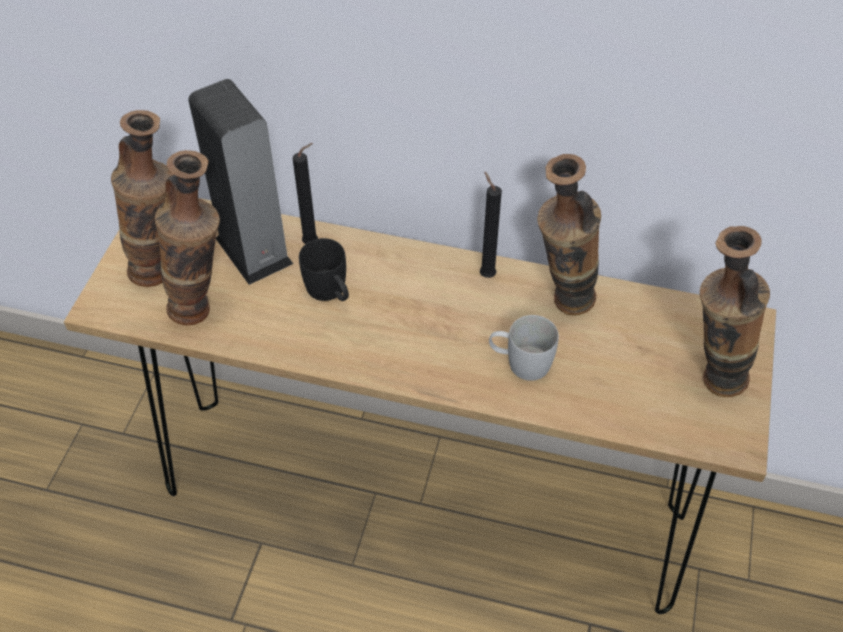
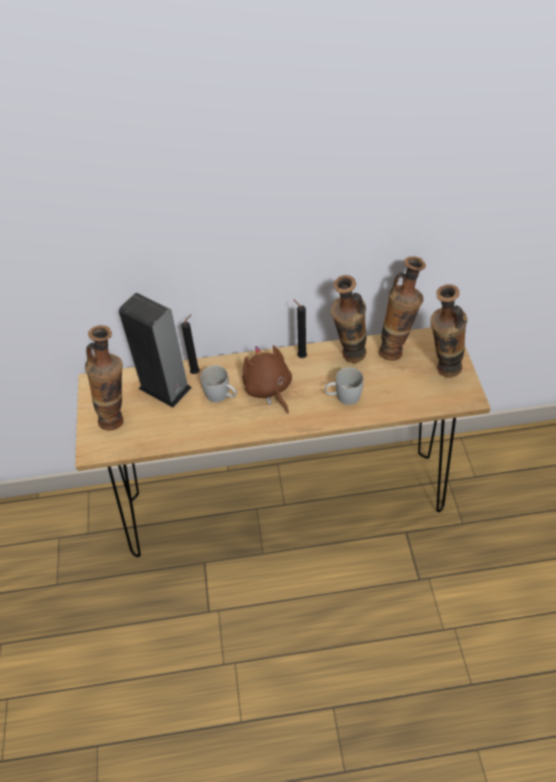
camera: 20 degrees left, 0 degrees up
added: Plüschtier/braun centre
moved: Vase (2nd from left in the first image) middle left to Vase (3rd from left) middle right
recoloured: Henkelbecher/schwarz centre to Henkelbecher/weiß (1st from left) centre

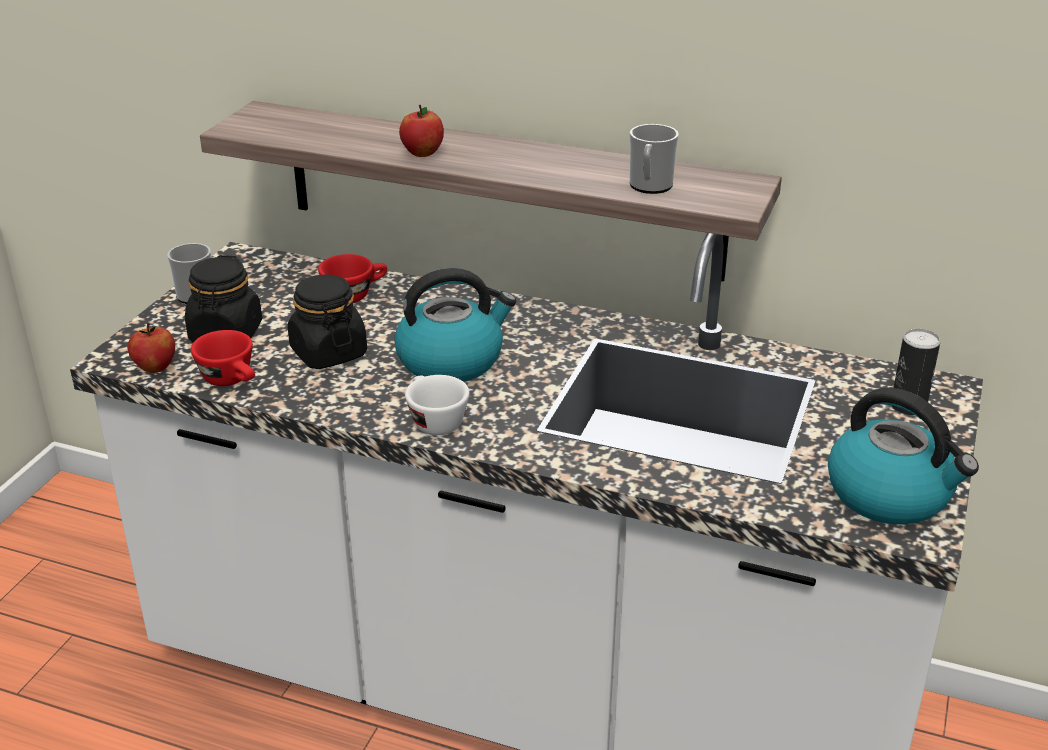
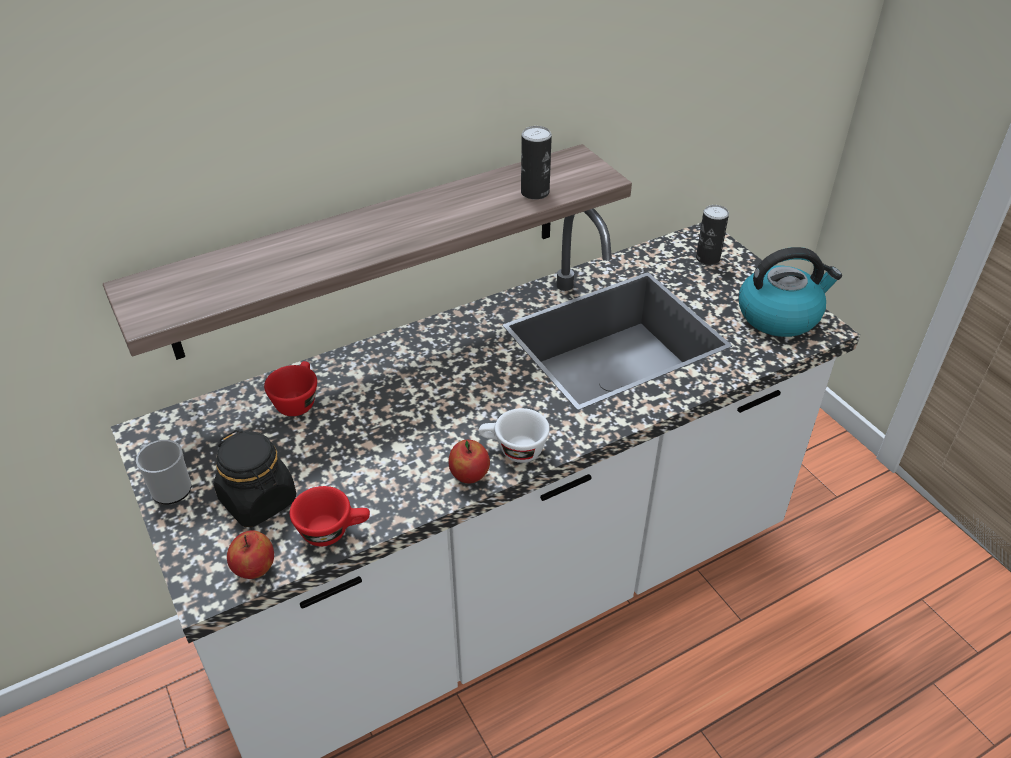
camera: 50 degrees left, 10 degrees up
removed: Vorratsglas/schwarz (2nd from left) middle left; Wasserkessel (1st from left) centre
moved: Apfel (2nd from left) top centre to centre
replaced: Henkelbecher (2nd from left) top centre to Dose (1st from left) top centre

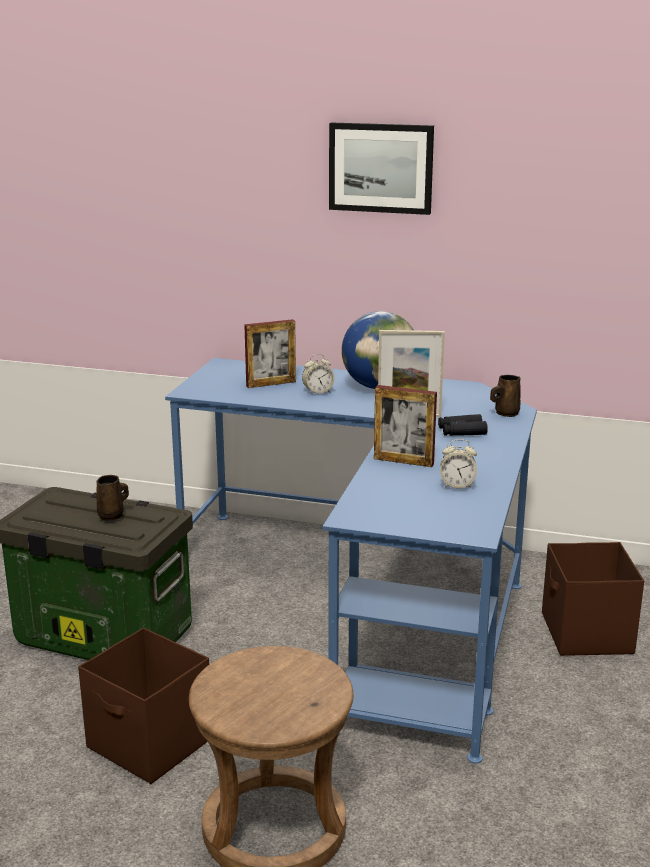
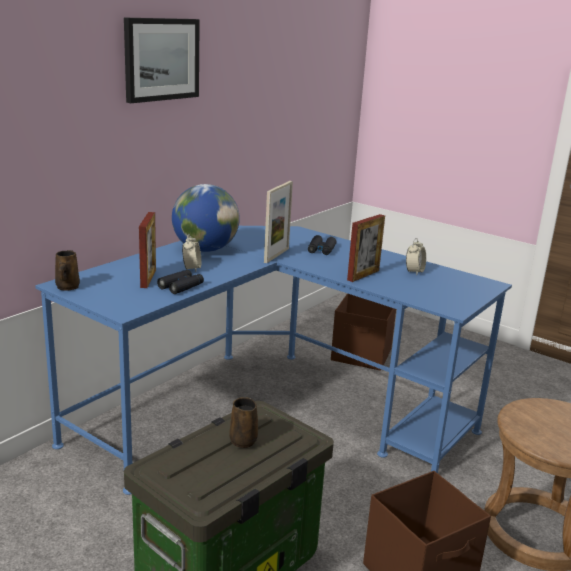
camera: 70 degrees left, 0 degrees up
added: Fernglas/schwarz (1st from left) middle left
moved: Henkelbecher/braun (2nd from left in the first image) middle right to Henkelbecher/braun (1st from left) middle left

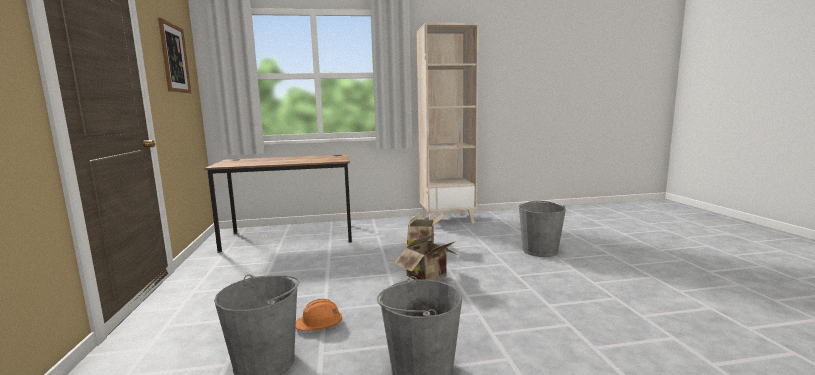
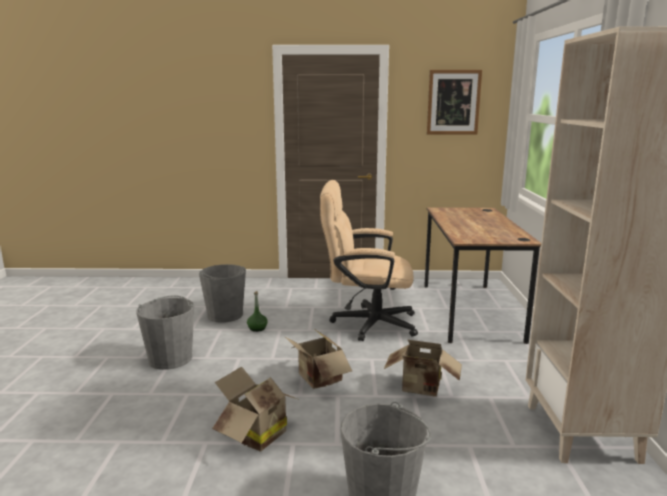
camera: 100 degrees right, 5 degrees up
added: Karton (1st from left) bottom centre; Bürostuhl/beige centre
replaced: Schutzhelm/orange bottom centre to Flasche/grün centre

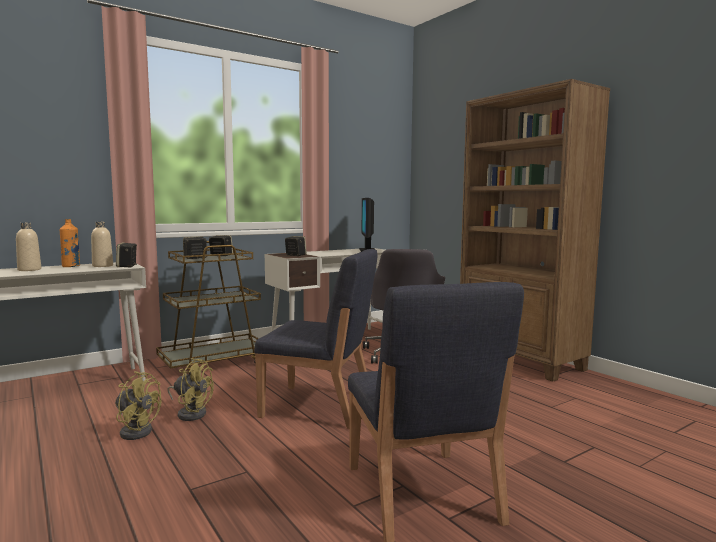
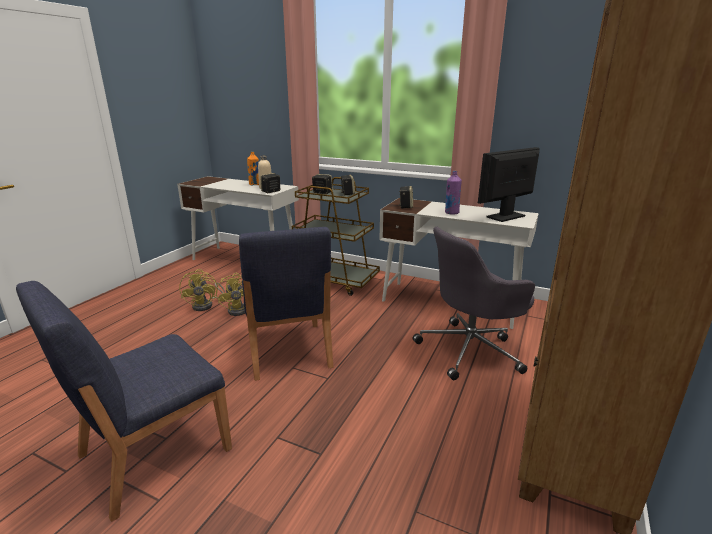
camera: 60 degrees right, 15 degrees up
removed: Flasche/beige (1st from left) middle left
added: Flasche/lila centre

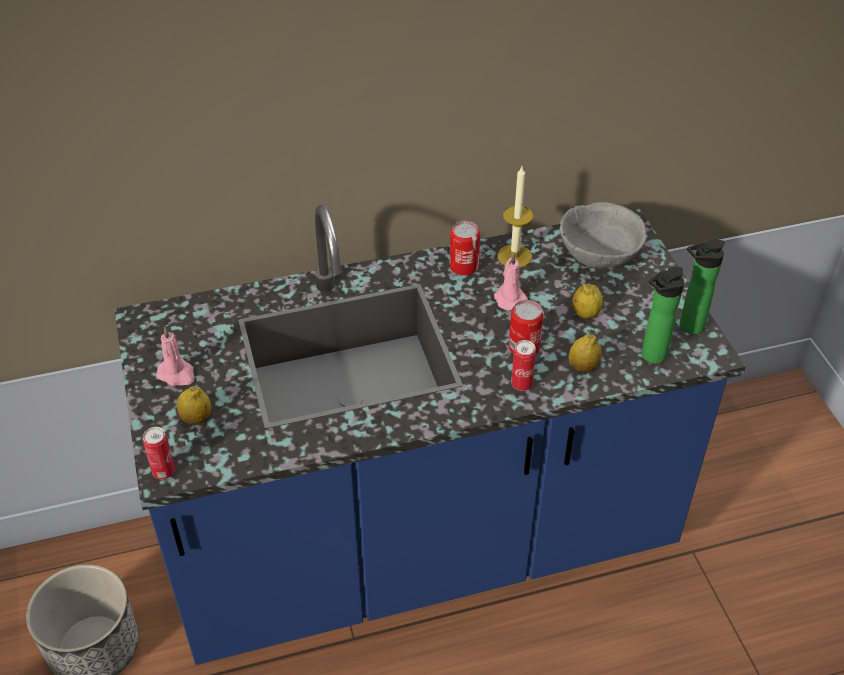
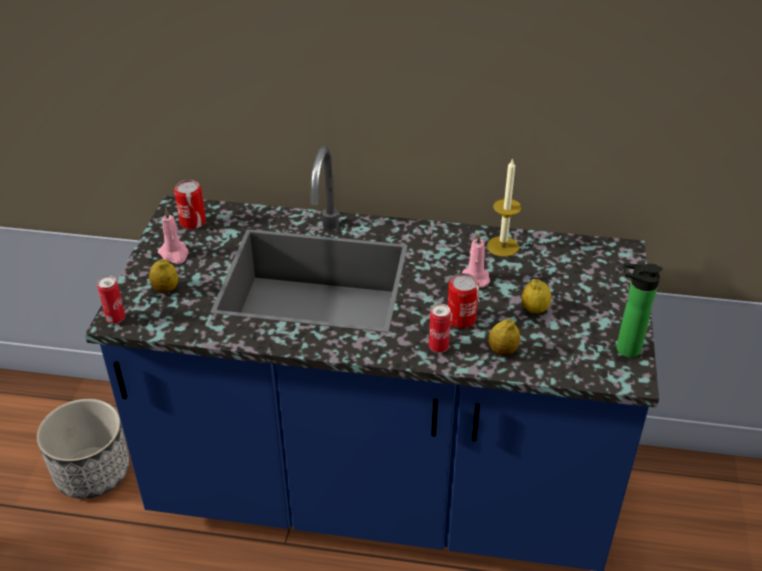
camera: 25 degrees right, 5 degrees down
removed: Schüssel/grau middle right; Flasche (1st from left) middle right
moved: Dose (2nd from left) centre to middle left

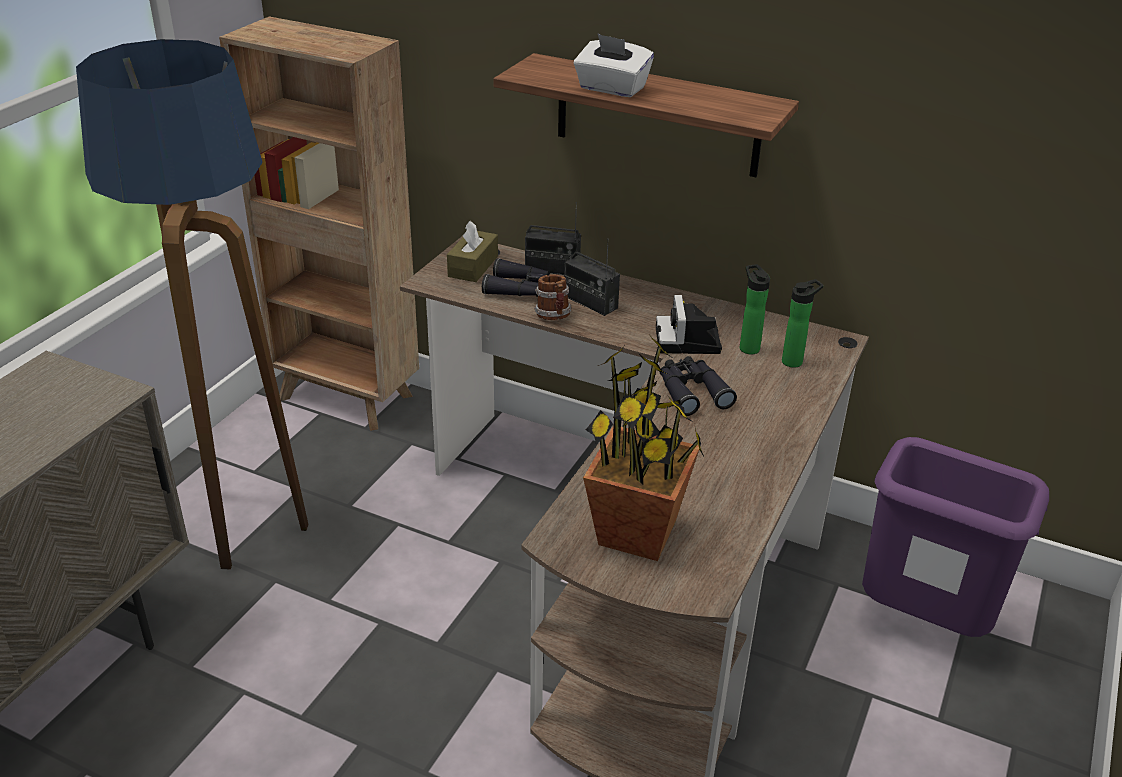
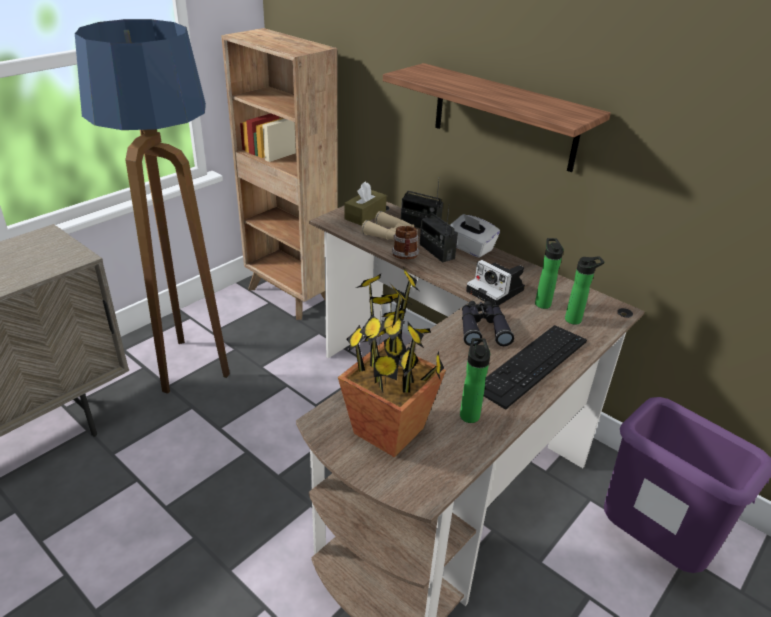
camera: 15 degrees right, 0 degrees up
added: Flasche (1st from left) centre; Tastatur middle right
moved: Taschentuchbox/weiß top centre to centre
recoloured: Fernglas/schwarz (1st from left) centre to Fernglas/beige centre
turned: Kamera centre = centre 60 degrees counterclockwise

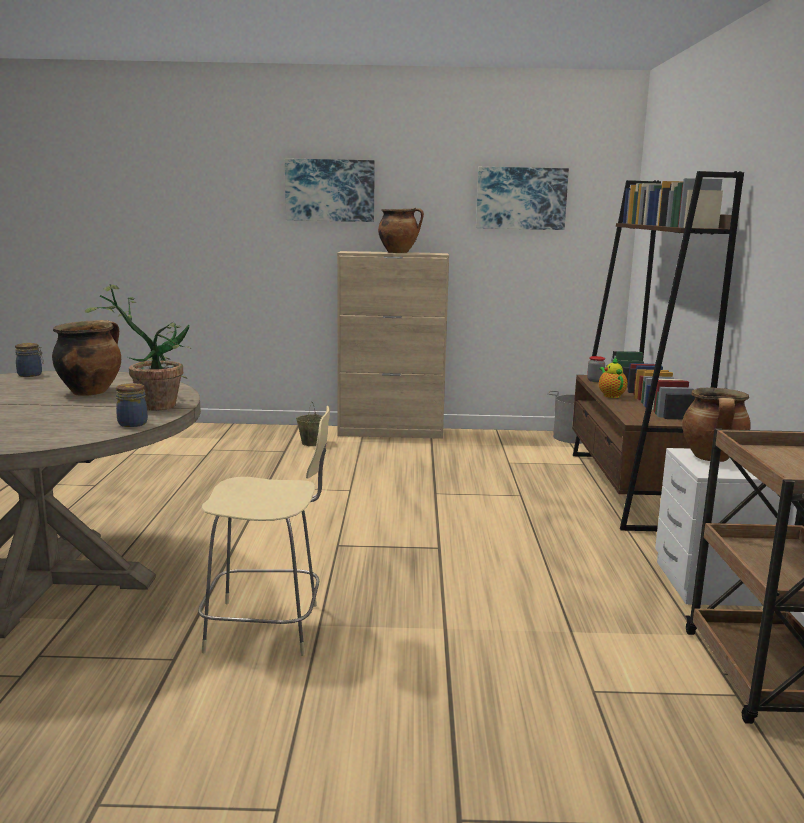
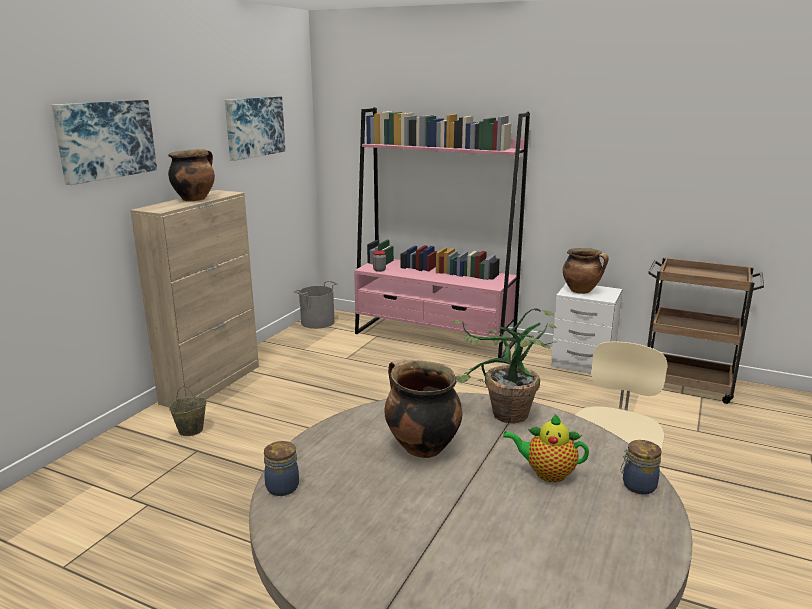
camera: 65 degrees left, 5 degrees up
moved: Vorratsglas (2nd from left in the first image) middle left to Vorratsglas (3rd from left) bottom right; Teekanne middle right to bottom right
recoloured: Bücherregal/braun middle right to Bücherregal/rosa centre

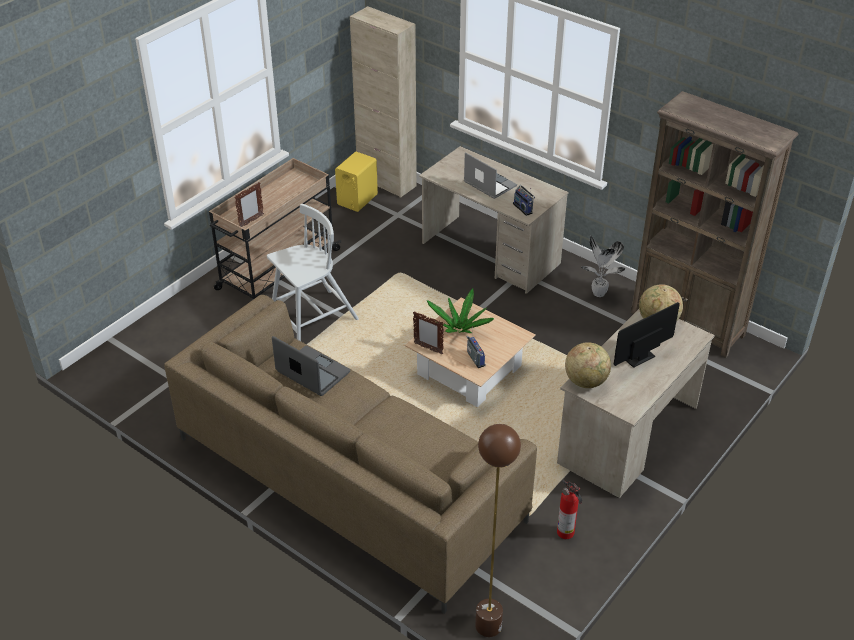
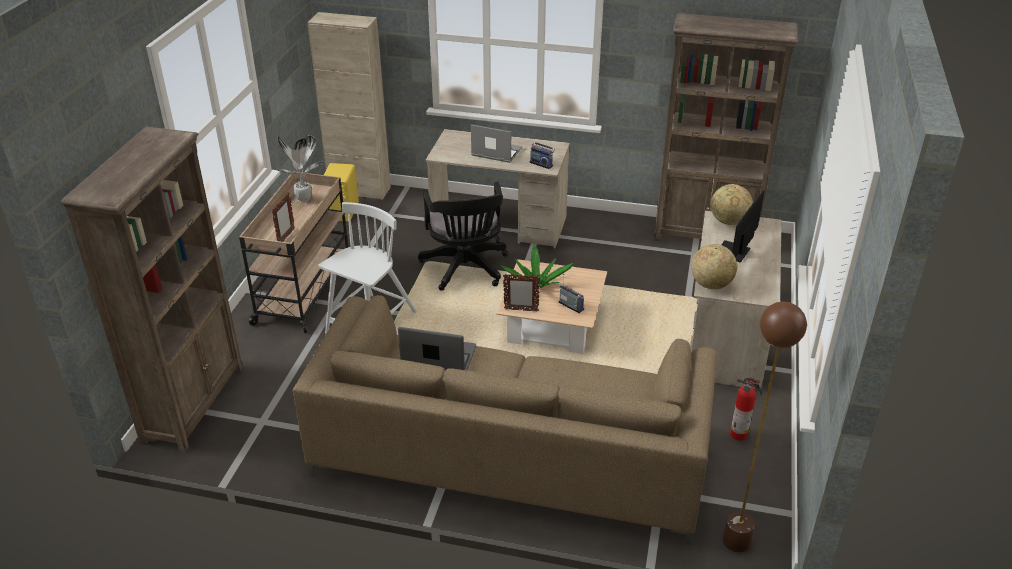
camera: 25 degrees left, 5 degrees down
added: Bücherregal/braun (1st from left) middle left; Bürostuhl/schwarz centre
moved: Topfpflanze (2nd from left in the first image) middle right to Topfpflanze (1st from left) top left

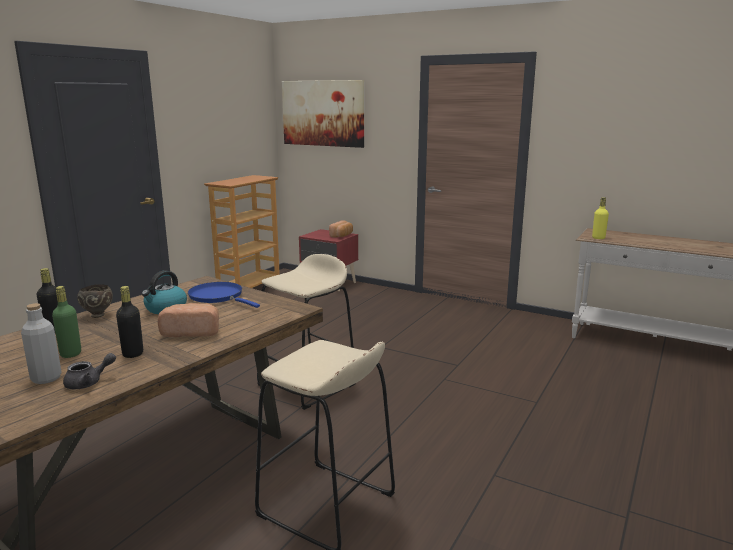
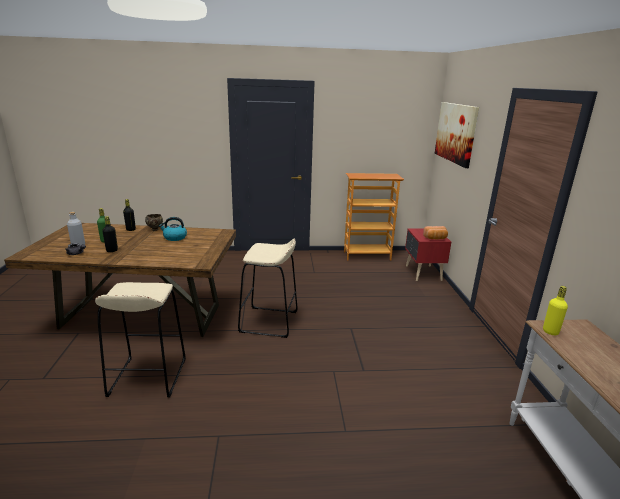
camera: 55 degrees right, 5 degrees up
removed: Brot (1st from left) middle left; Pfanne/blau middle left

